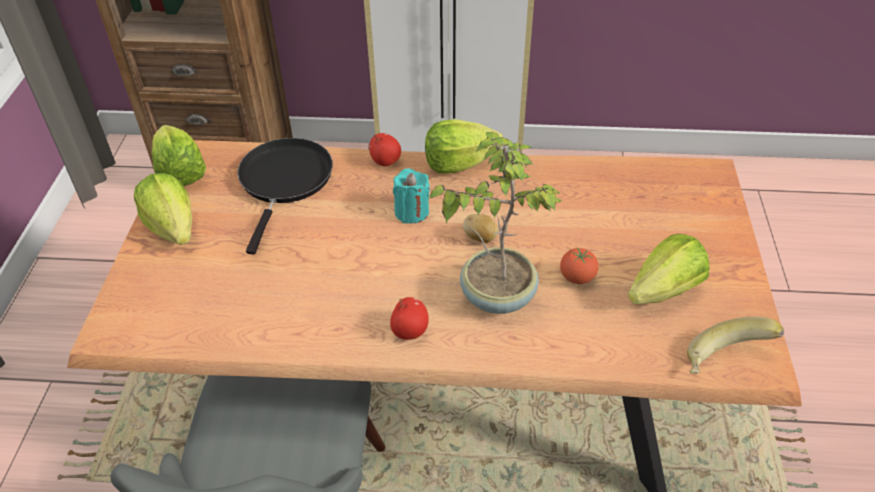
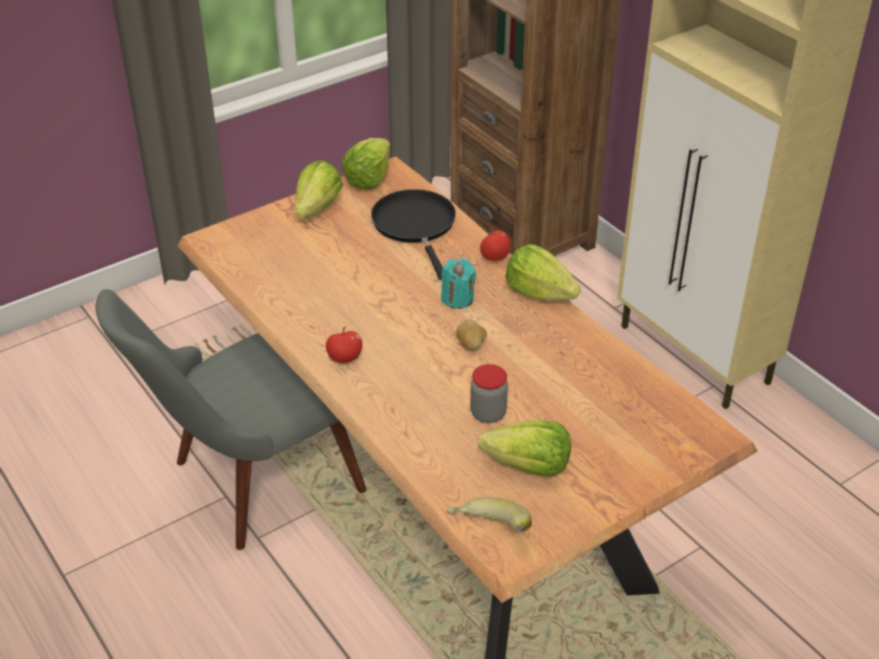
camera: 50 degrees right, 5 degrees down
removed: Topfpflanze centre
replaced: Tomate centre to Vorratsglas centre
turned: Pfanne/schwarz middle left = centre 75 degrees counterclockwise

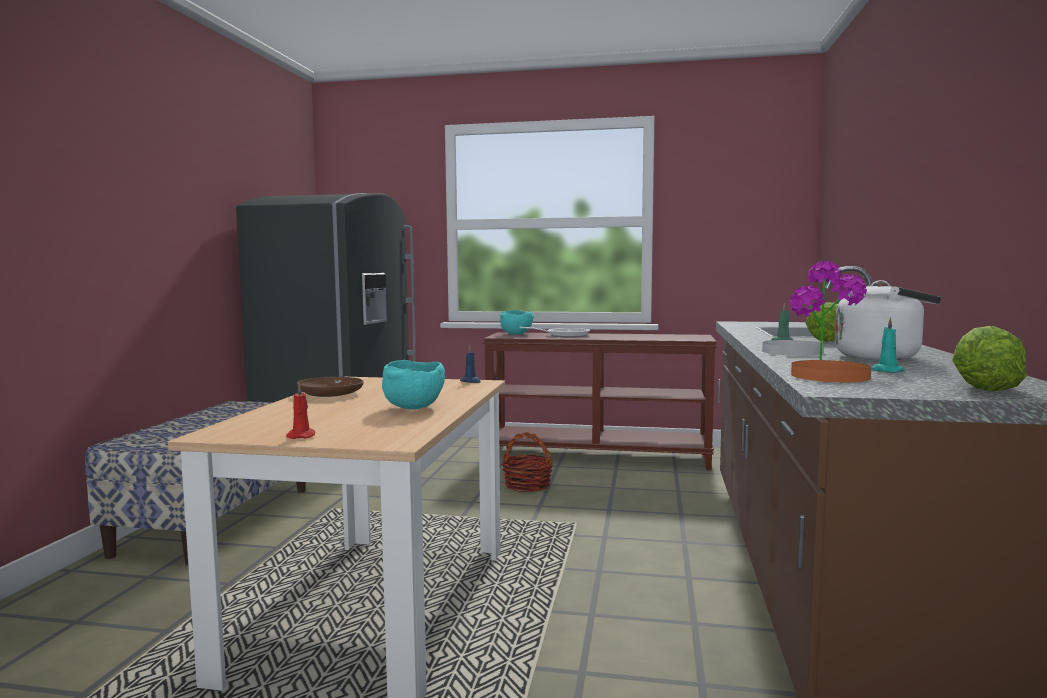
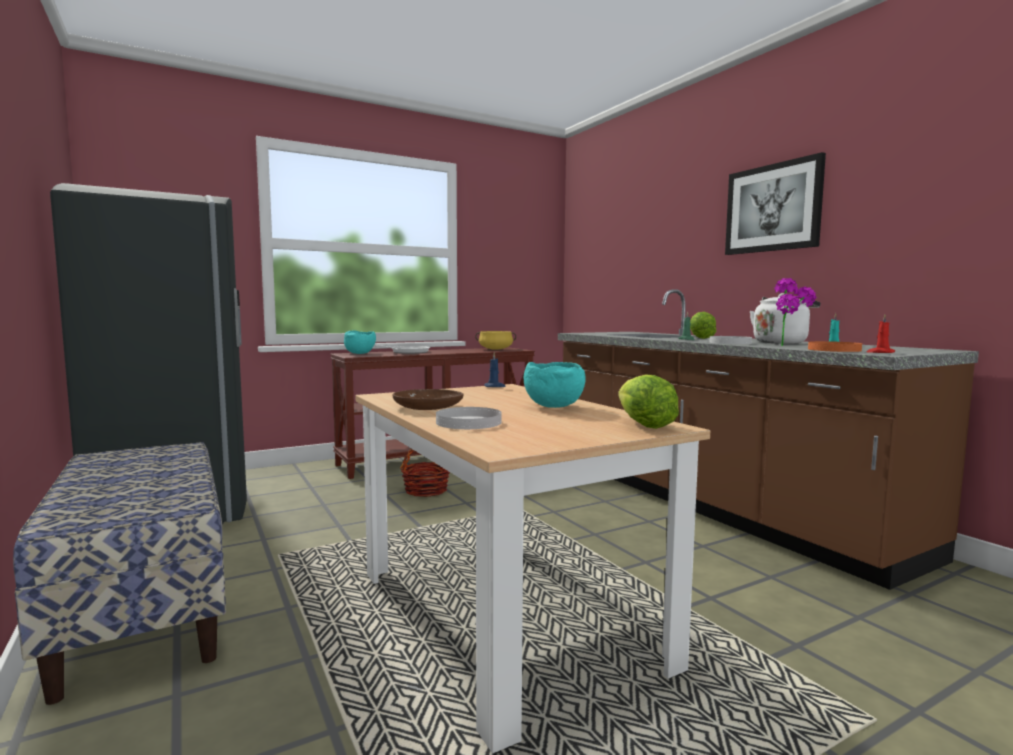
camera: 40 degrees left, 0 degrees up
added: Teller/weiß (1st from left) centre; Kochtopf/gelb centre; Bild top right
moved: Kerze/rot middle left to middle right; Salatkopf (2nd from left in the first image) middle right to Salatkopf (1st from left) centre

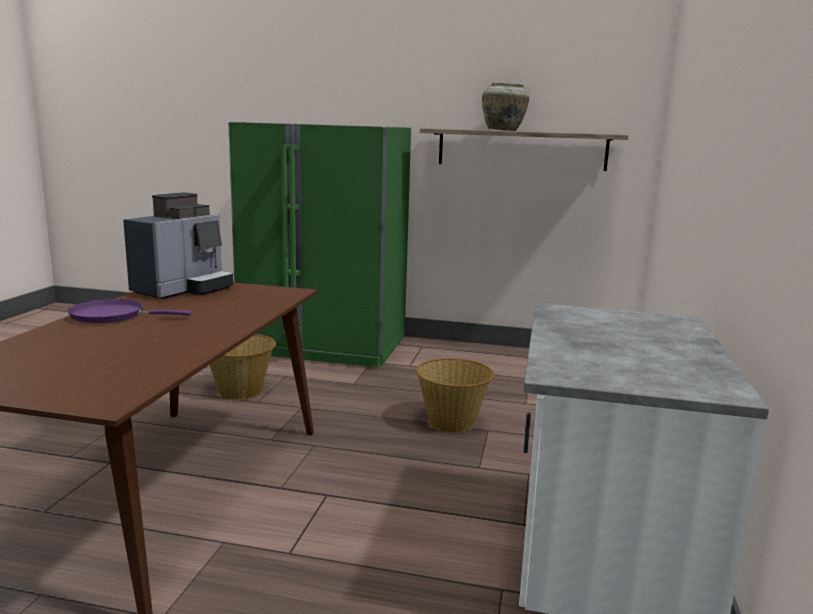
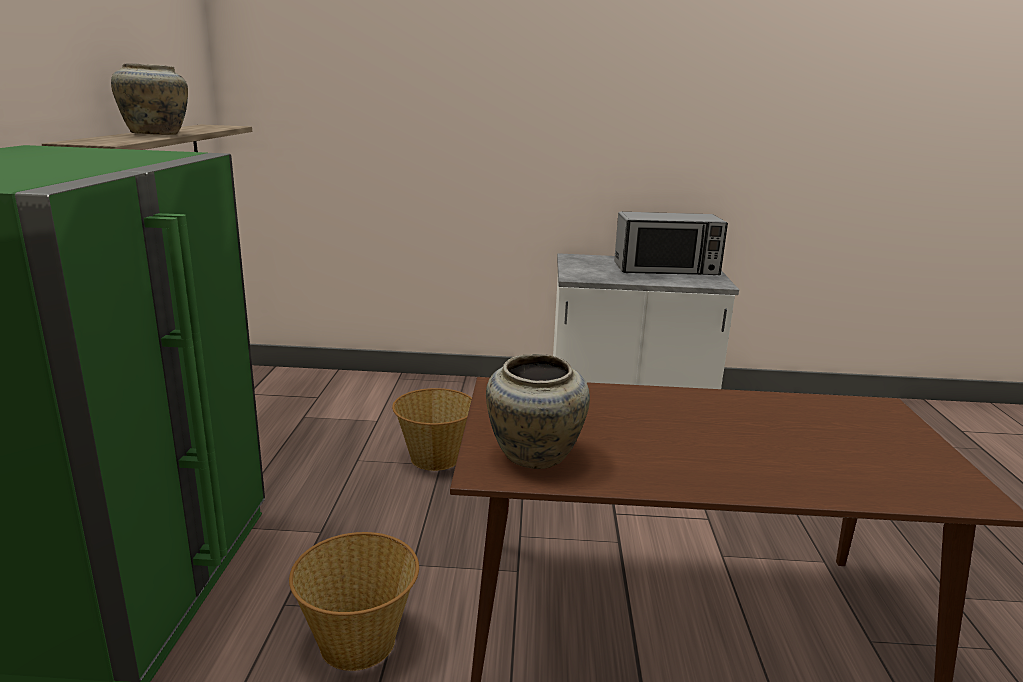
camera: 100 degrees left, 5 degrees up
removed: Pfanne/lila middle left
added: Mikrowelle centre
replaced: Kaffeemaschine middle left to Vase/beige (2nd from left) centre

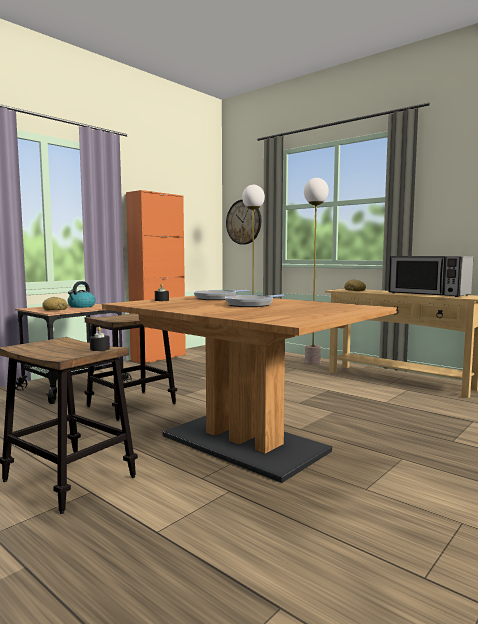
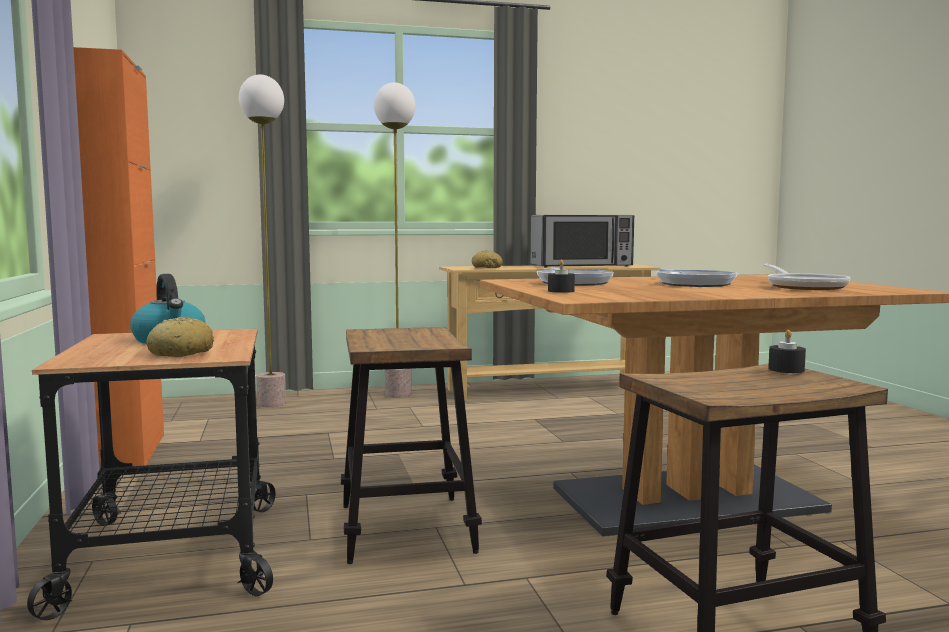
camera: 55 degrees left, 0 degrees up
removed: Wanduhr centre
added: Pfanne (3rd from left) middle right

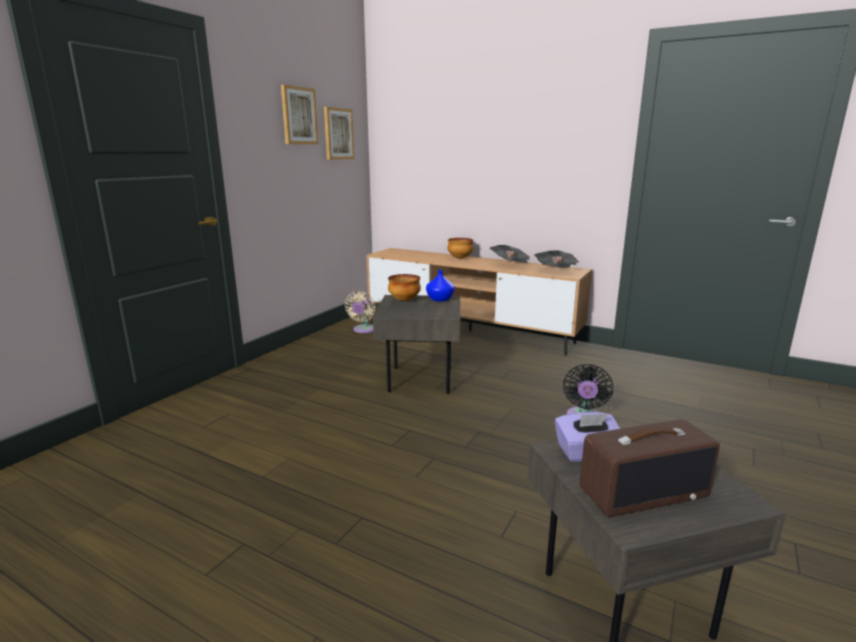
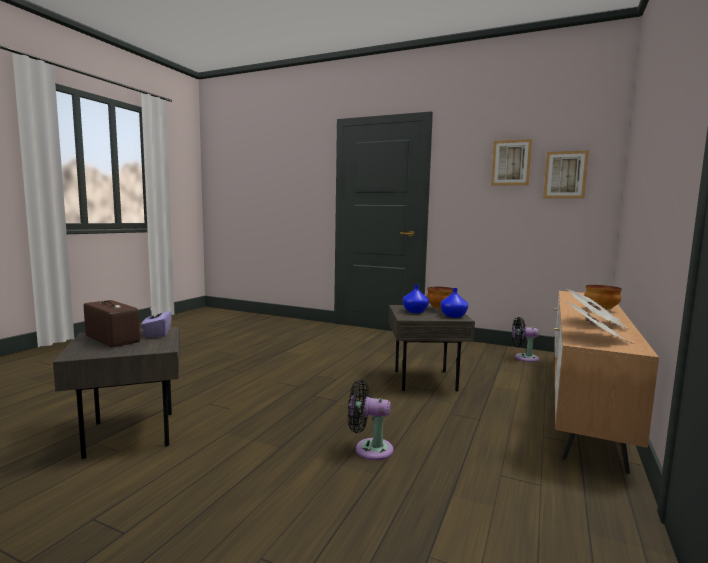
camera: 85 degrees right, 10 degrees down
added: Vase/blau (1st from left) centre
recoloured: Ventilator/beige centre to Ventilator/schwarz (2nd from left) middle right
turned: Radio bottom right = middle left 150 degrees clockwise

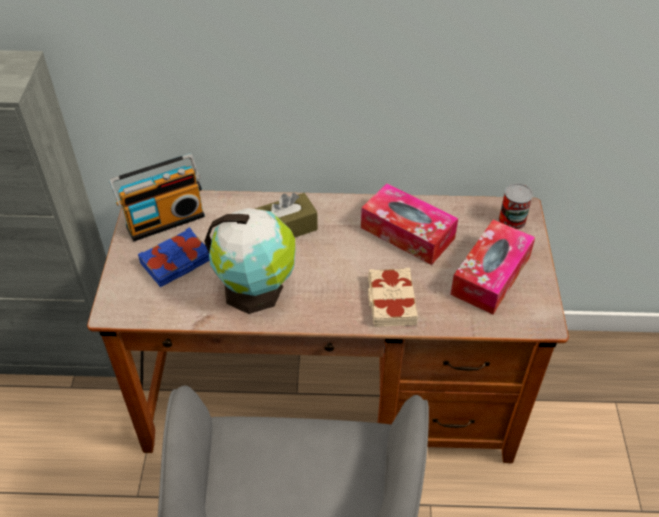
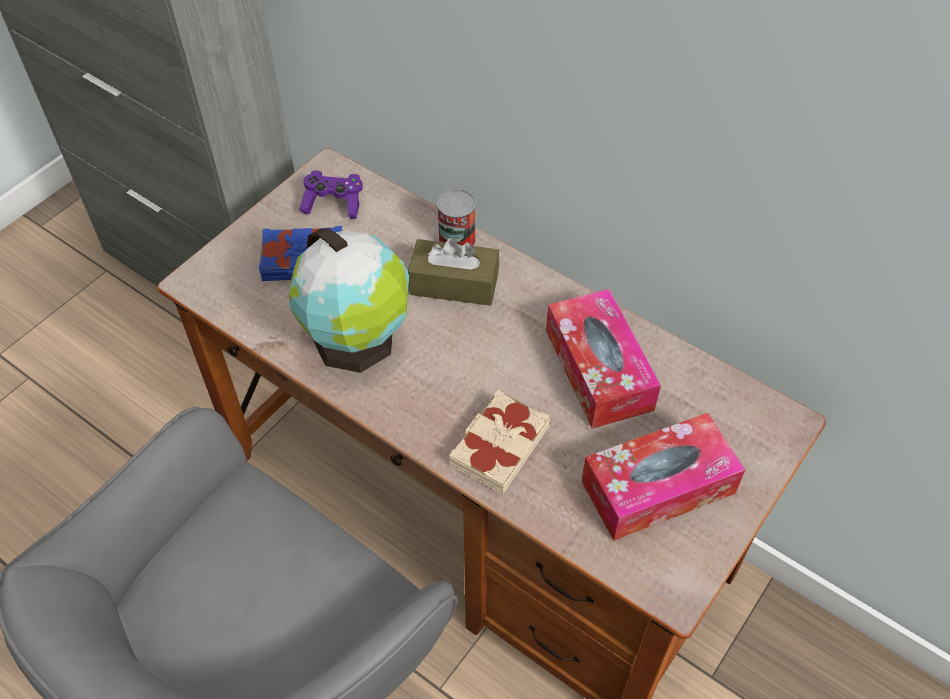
camera: 35 degrees right, 5 degrees up
moved: Dose middle right to top centre
replaced: Radio middle left to Gamepad/lila top centre

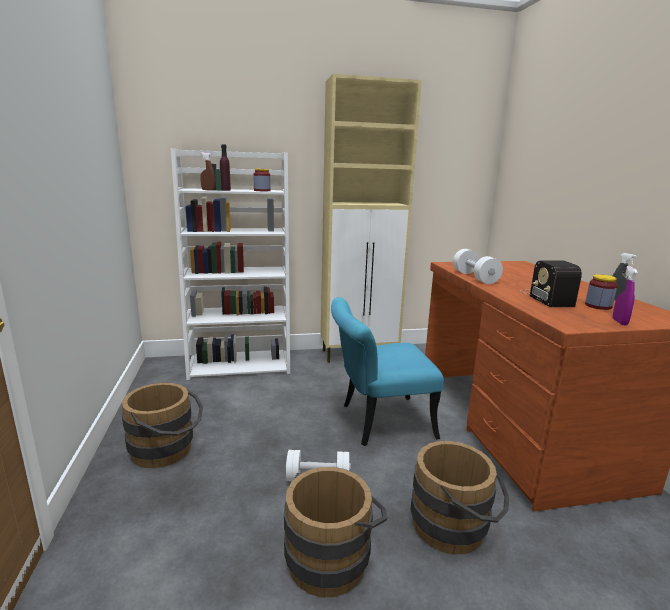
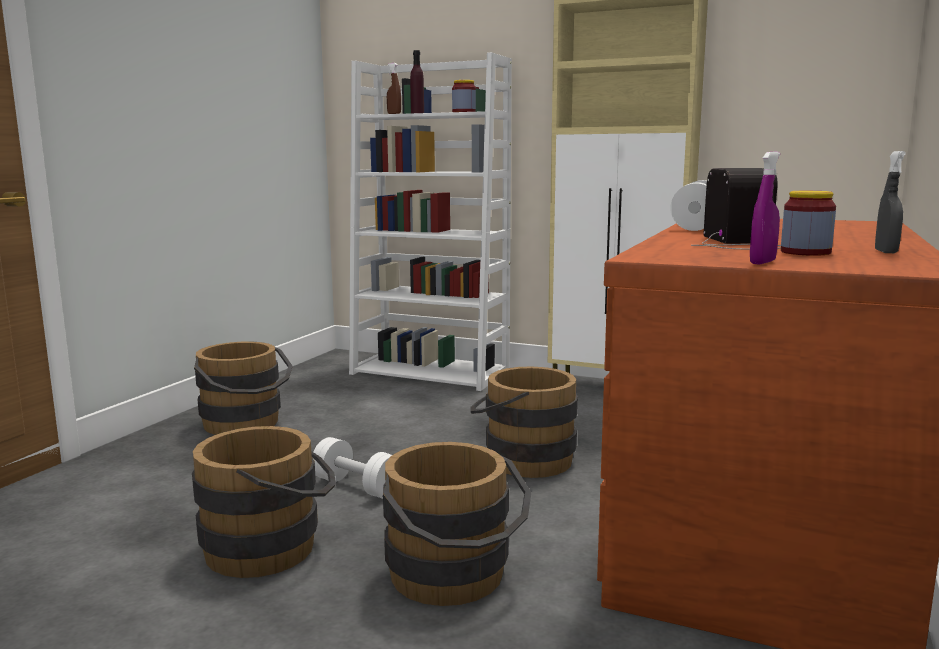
camera: 35 degrees right, 5 degrees down
replaced: Stuhl/türkis centre to Eimer/braun (4th from left) centre
turned: Radio middle right = top right 150 degrees clockwise

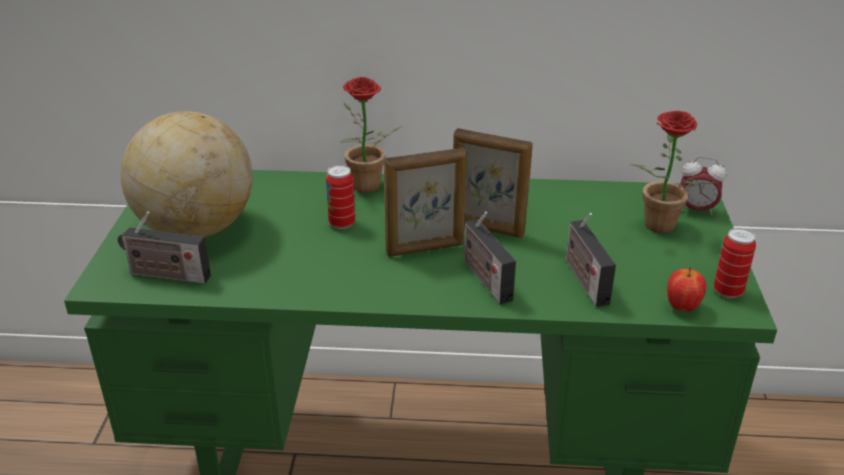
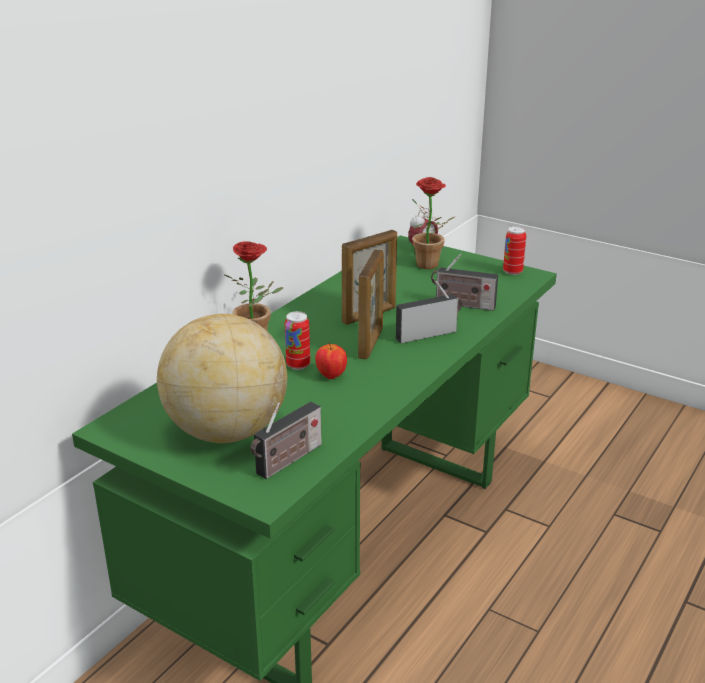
camera: 60 degrees left, 5 degrees down
moved: Apfel middle right to centre
turned: Radio (2nd from left) centre = centre 150 degrees clockwise

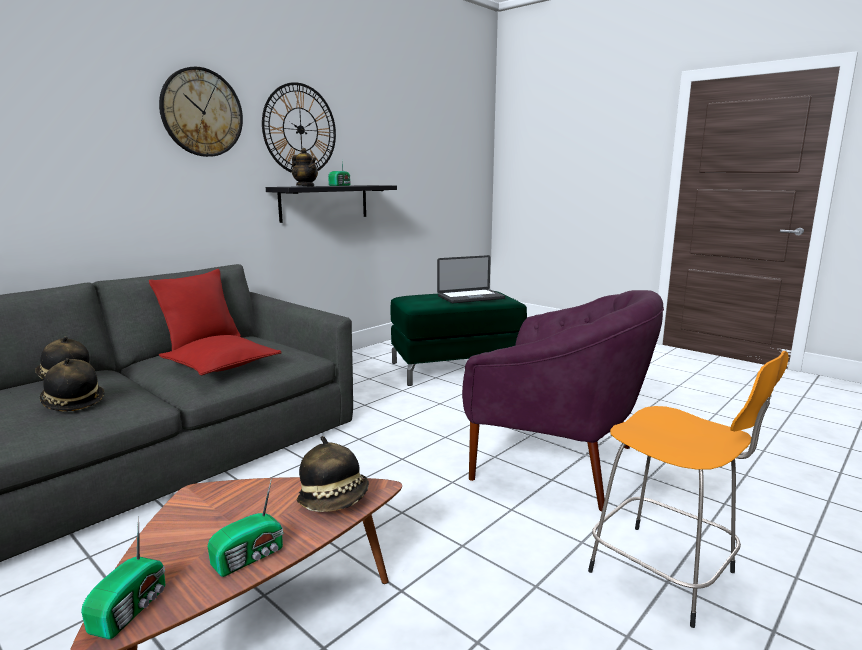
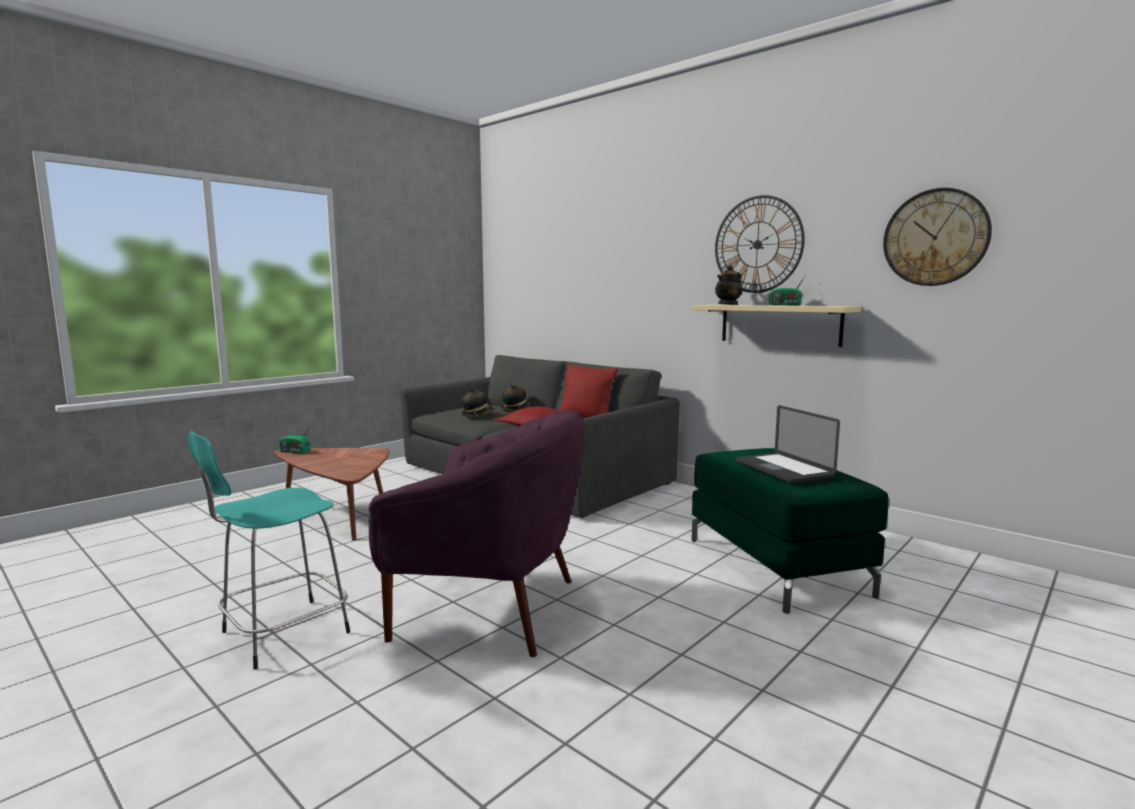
camera: 90 degrees right, 5 degrees down
removed: Radio (2nd from left) bottom left; Hut (3rd from left) bottom centre
moved: Wanduhr (1st from left in the first image) top left to Wanduhr (2nd from left) top right
recoloured: Wandregal/schwarz top centre to Wandregal/beige middle right; Hocker/orange bottom right to Hocker/türkis bottom left
turned: Sessel/lila centre = centre 105 degrees counterclockwise

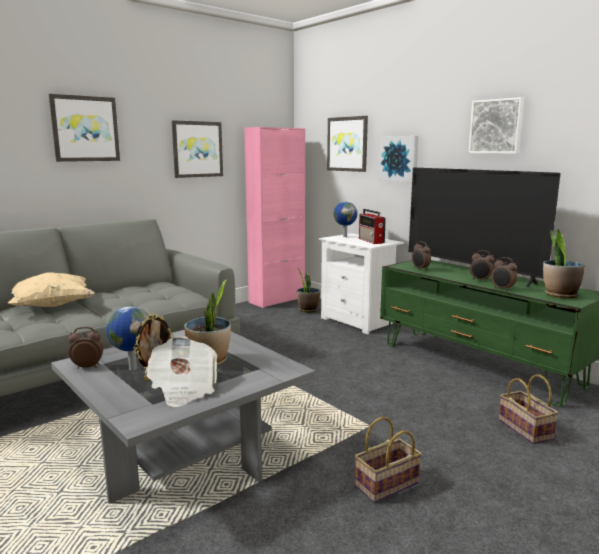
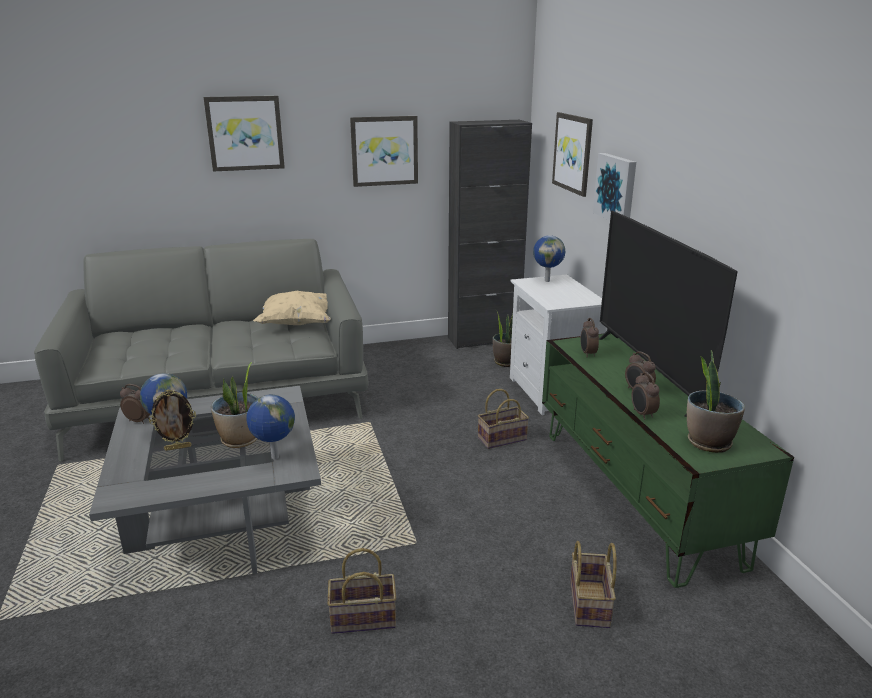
camera: 25 degrees right, 10 degrees up
removed: Zeitung bottom left; Radio centre; Bild (5th from left) top right
added: Globus (2nd from left) middle left; Korb (2nd from left) centre
moved: Kissen/beige middle left to centre
recoloured: Schrank/rosa centre to Schrank/schwarz centre

